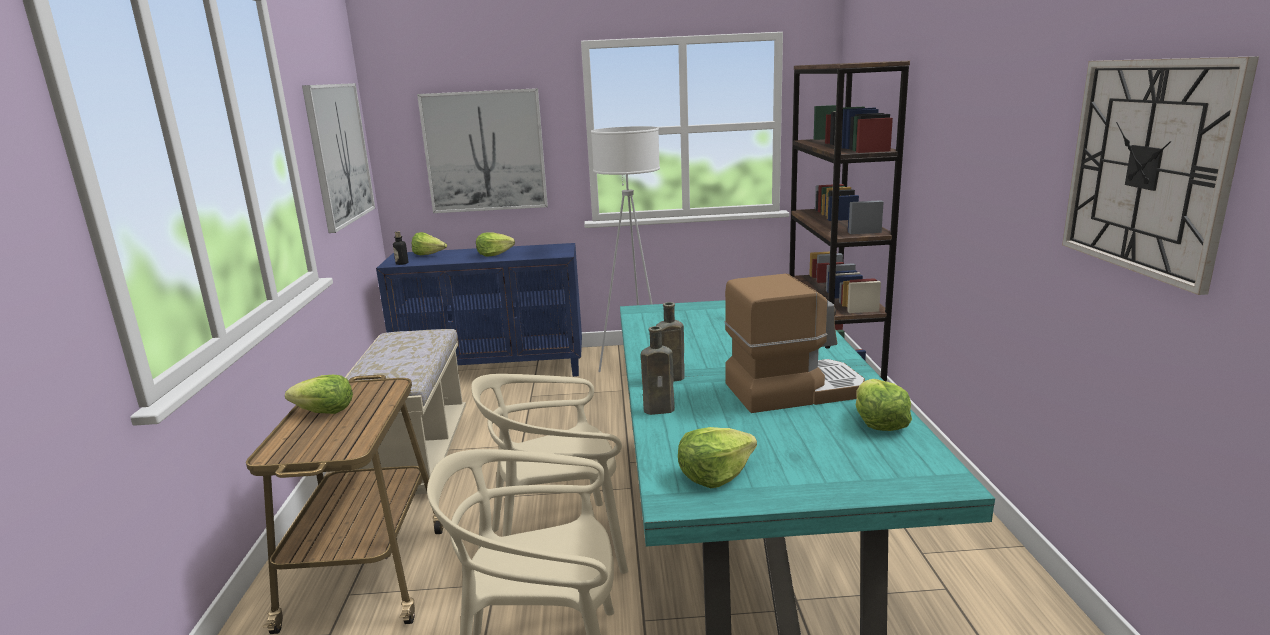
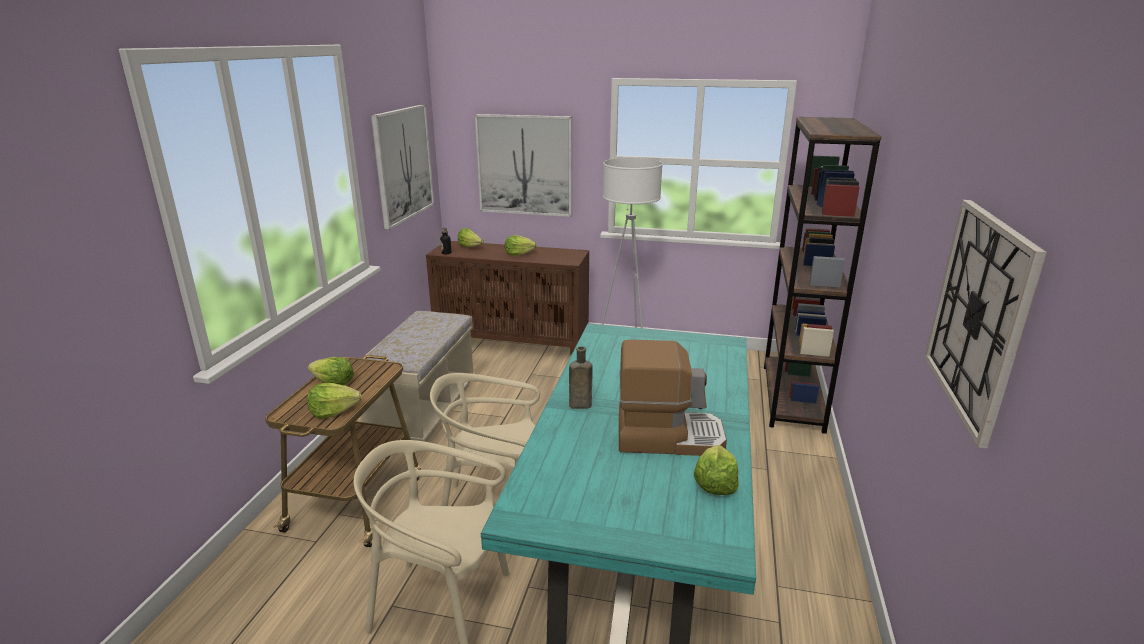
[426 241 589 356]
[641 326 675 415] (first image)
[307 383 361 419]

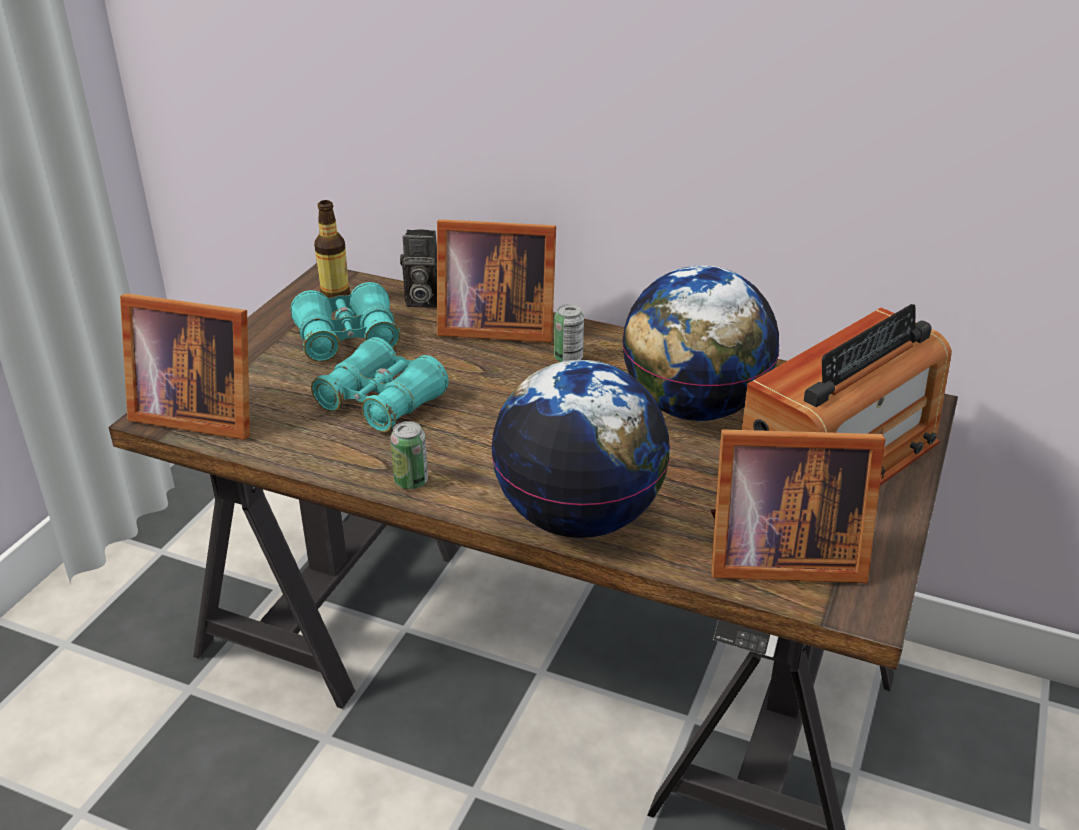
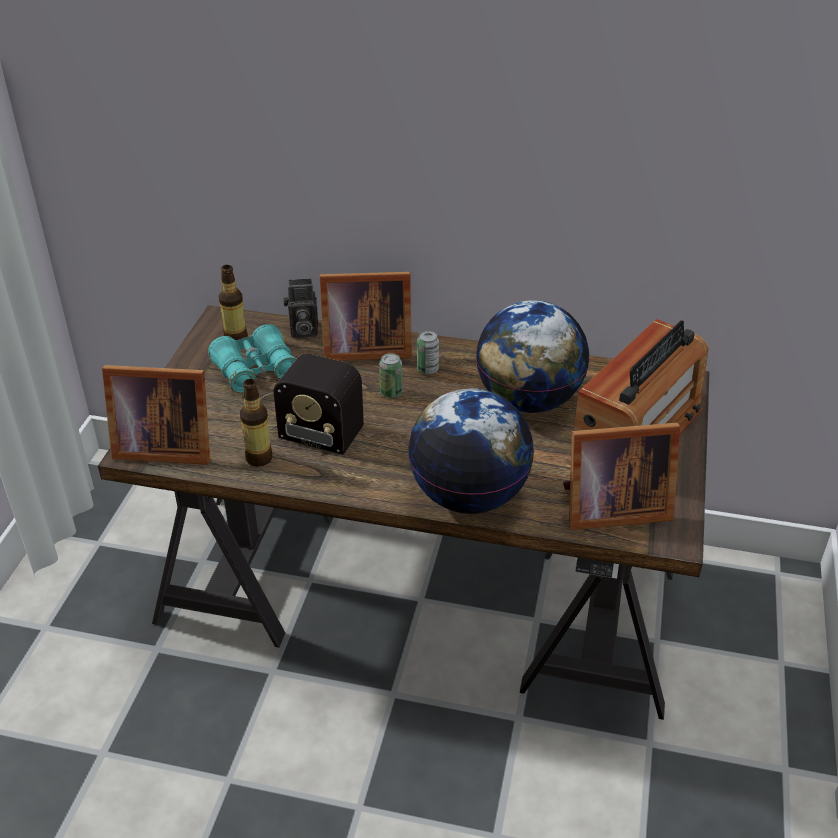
[260 354 364 455]
[379 353 402 398]
[240 379 273 467]

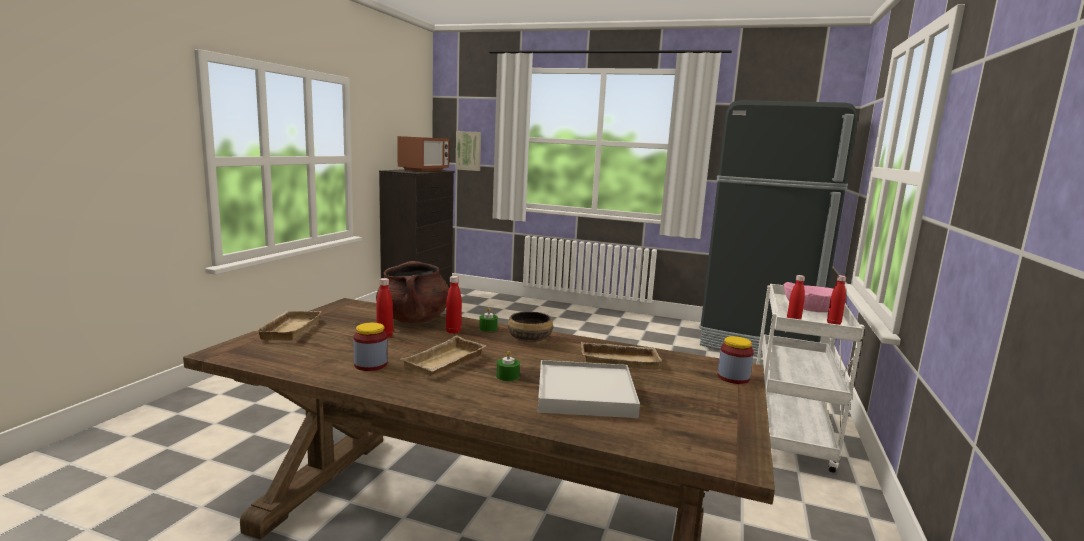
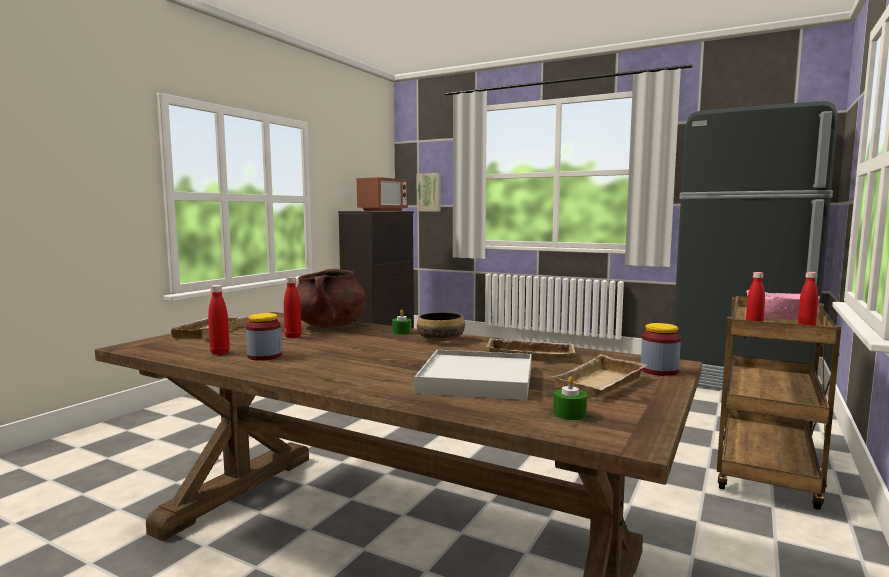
[208 285 230 355]
[717 296 841 510]
[552 354 648 397]
[553 376 587 420]

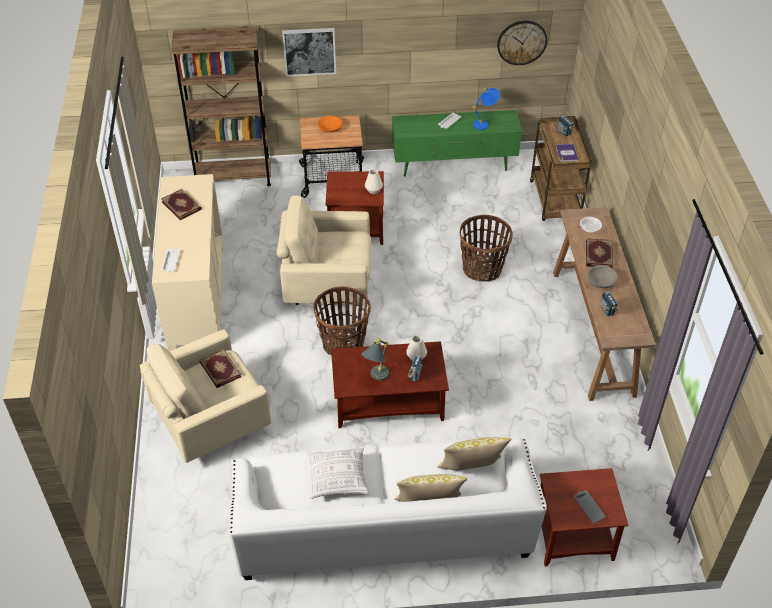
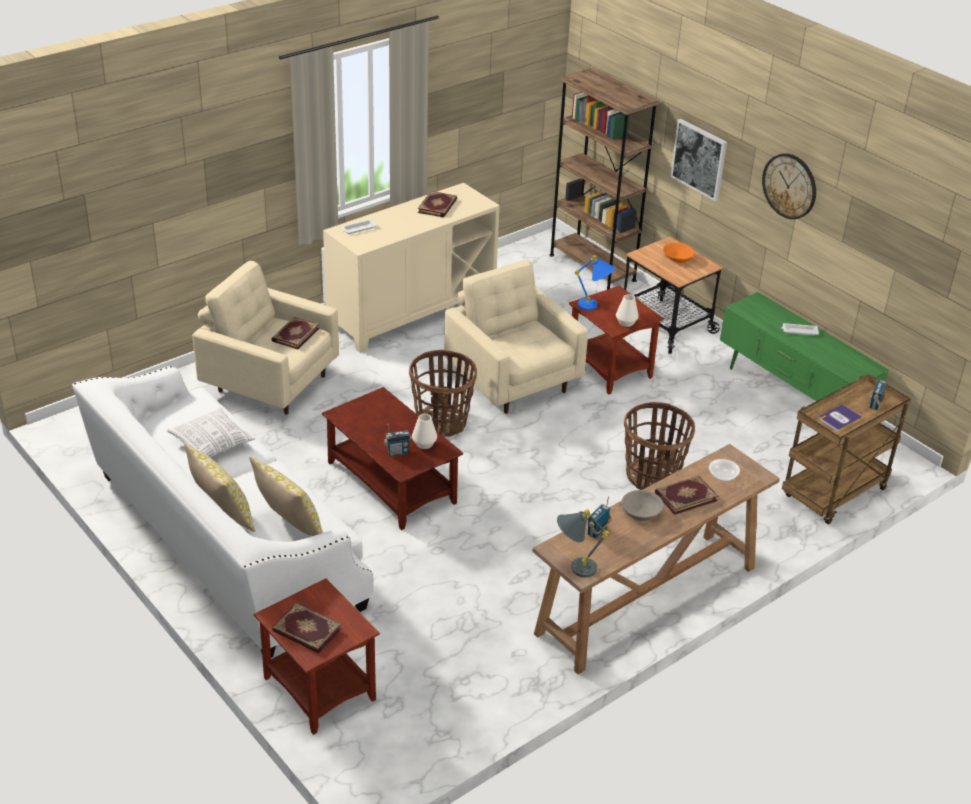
[762 153 816 219]
[575 255 615 310]
[557 509 609 577]
[272 603 342 653]

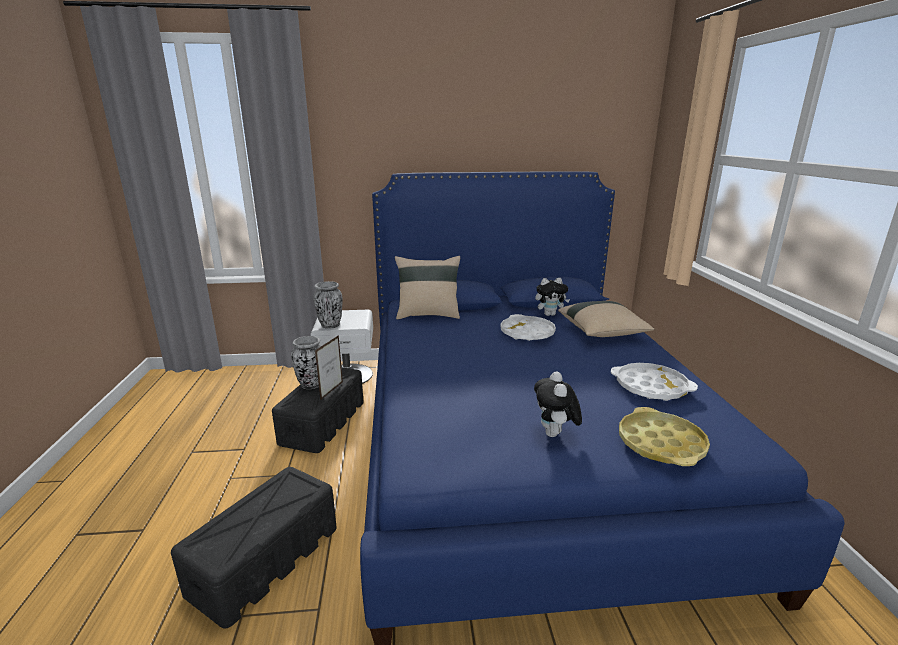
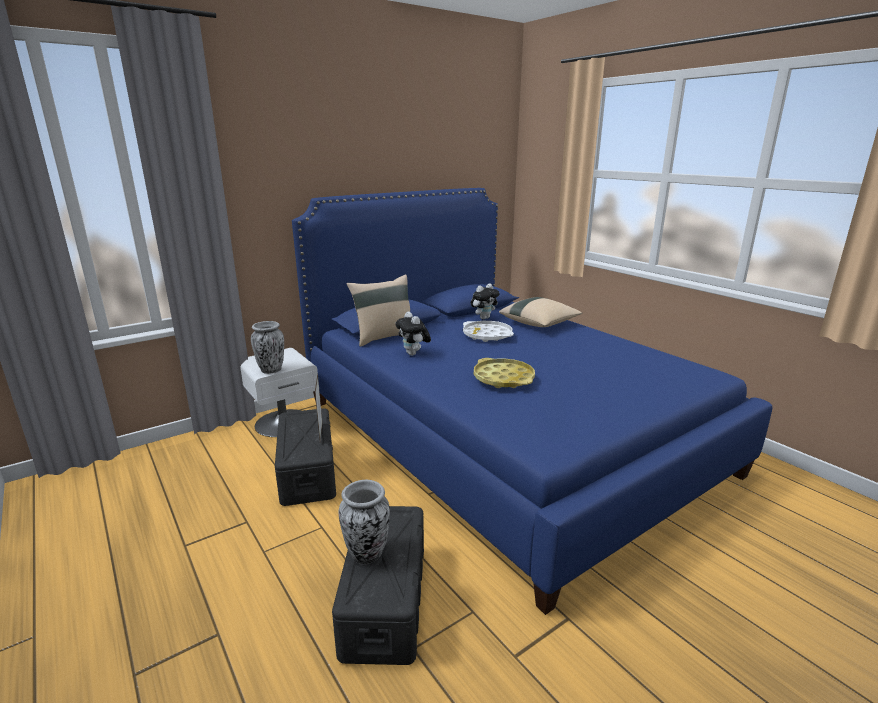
[339 480 390 564]
[611 363 698 401] (first image)
[396 311 431 356]
[474 358 535 388]

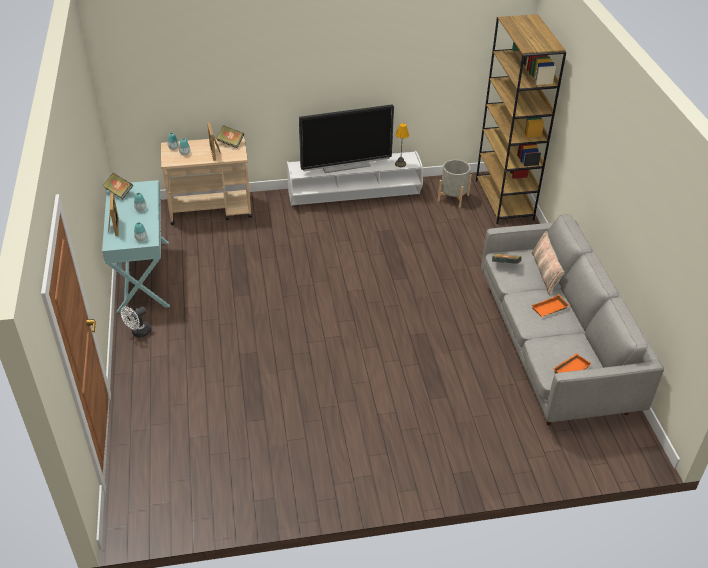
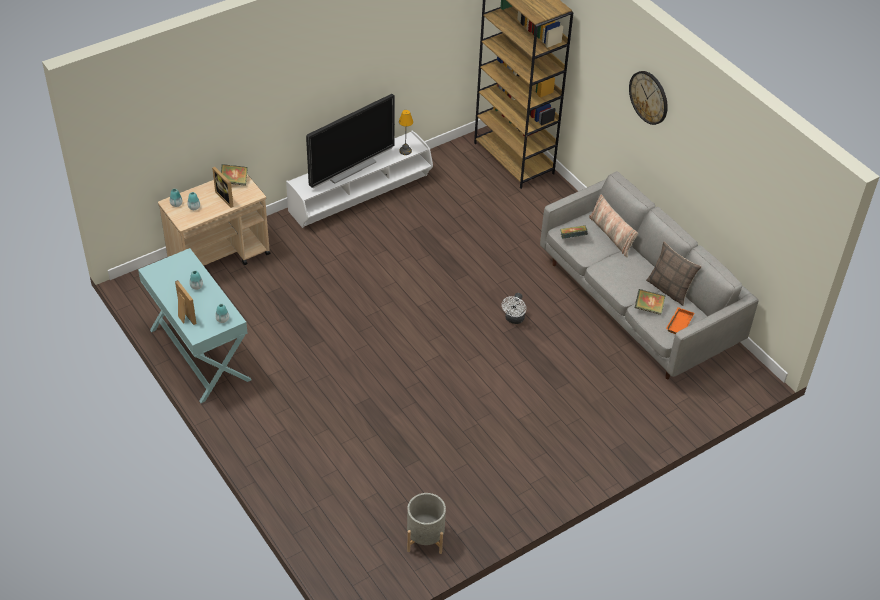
[407 493 446 554]
[635 289 665 315]
[532 295 570 317] (first image)
[502 293 526 324]
[629 71 668 125]
[646 241 701 306]

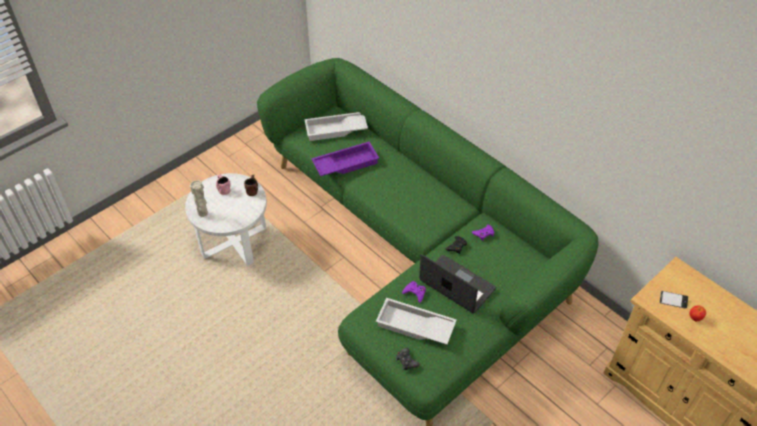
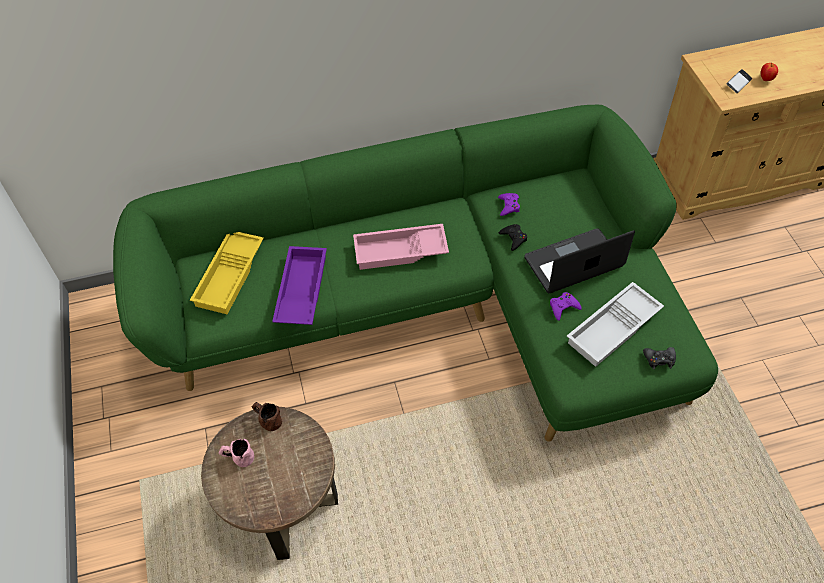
[190 232 264 314]
[201 407 338 560]
[190 180 208 217] (first image)
[353 224 449 270]

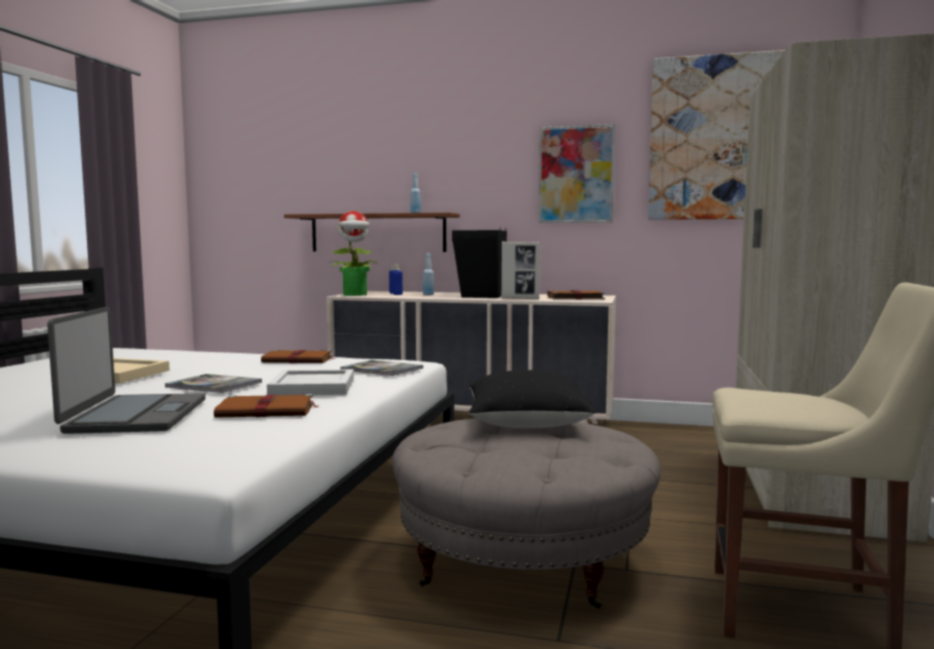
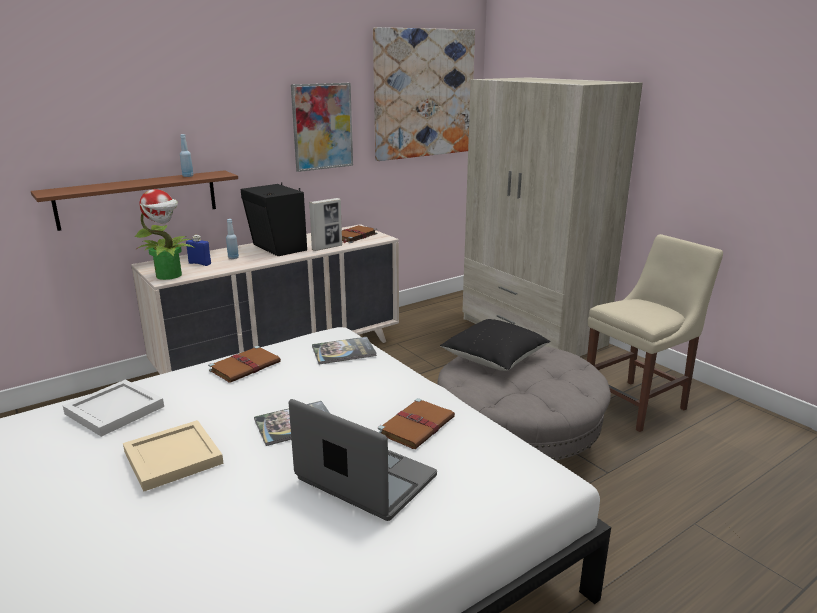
[63 380 164 437]

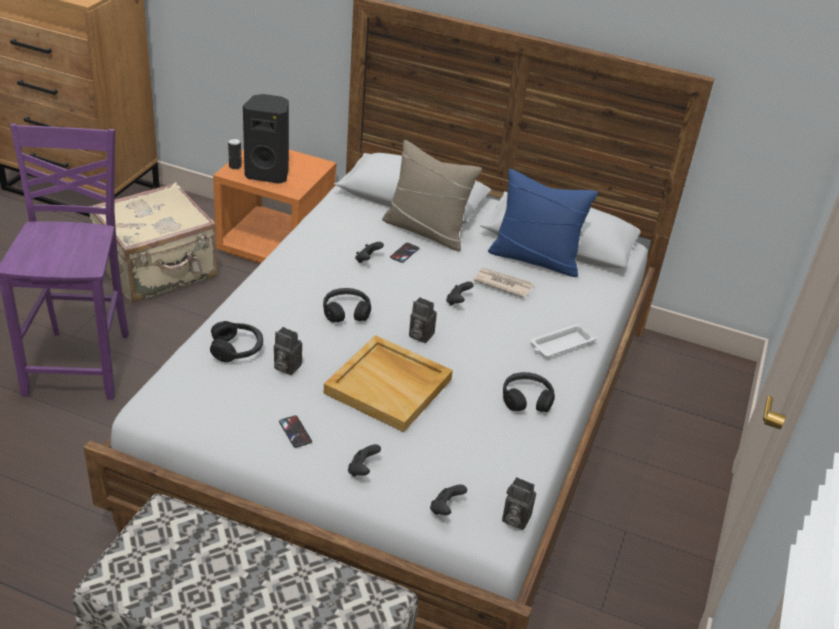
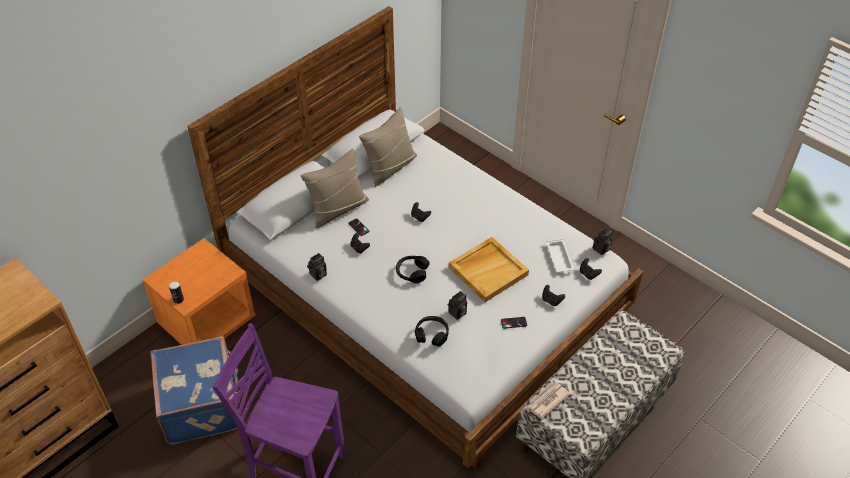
[243 94 289 184] (first image)
[359 107 417 187]
[151 336 239 445]
[526 382 571 419]
[307 253 327 281]
[546 239 574 274]
[503 372 555 412] (first image)

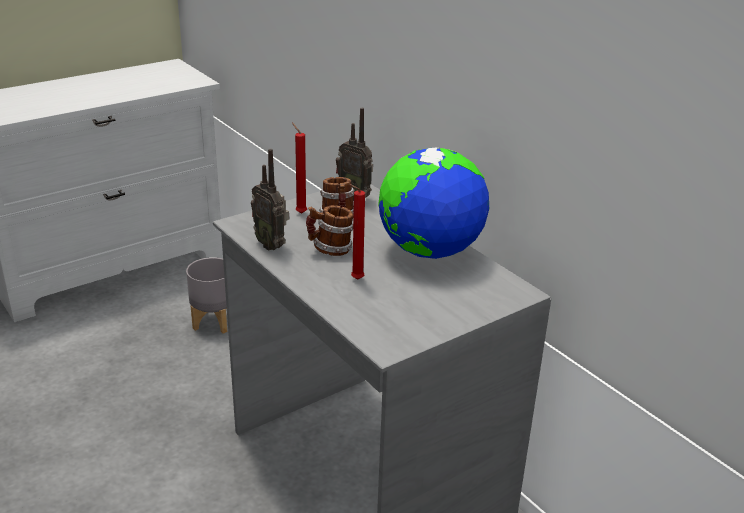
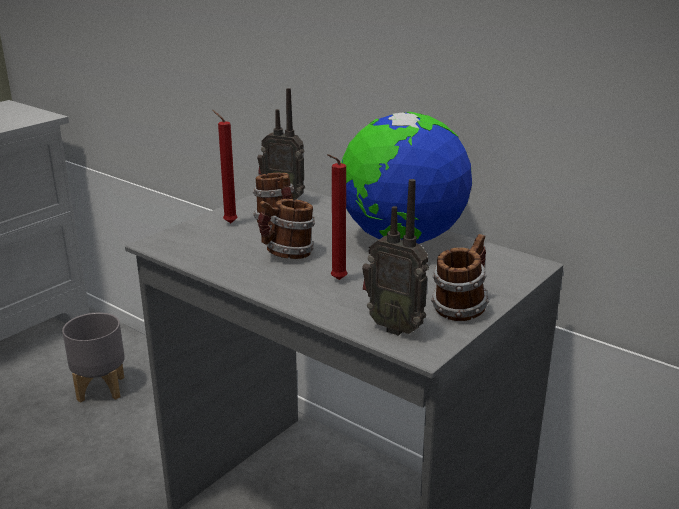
[362 179 429 336]
[431 234 489 321]

